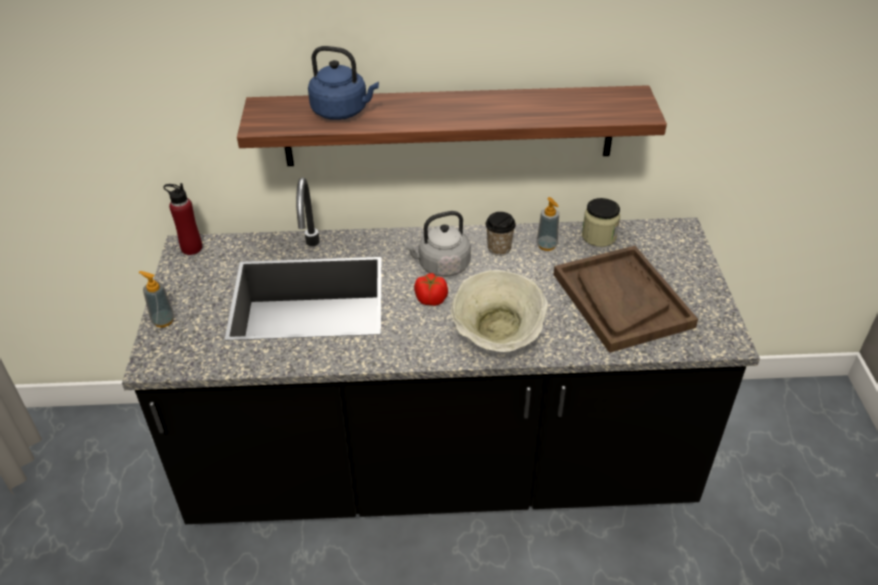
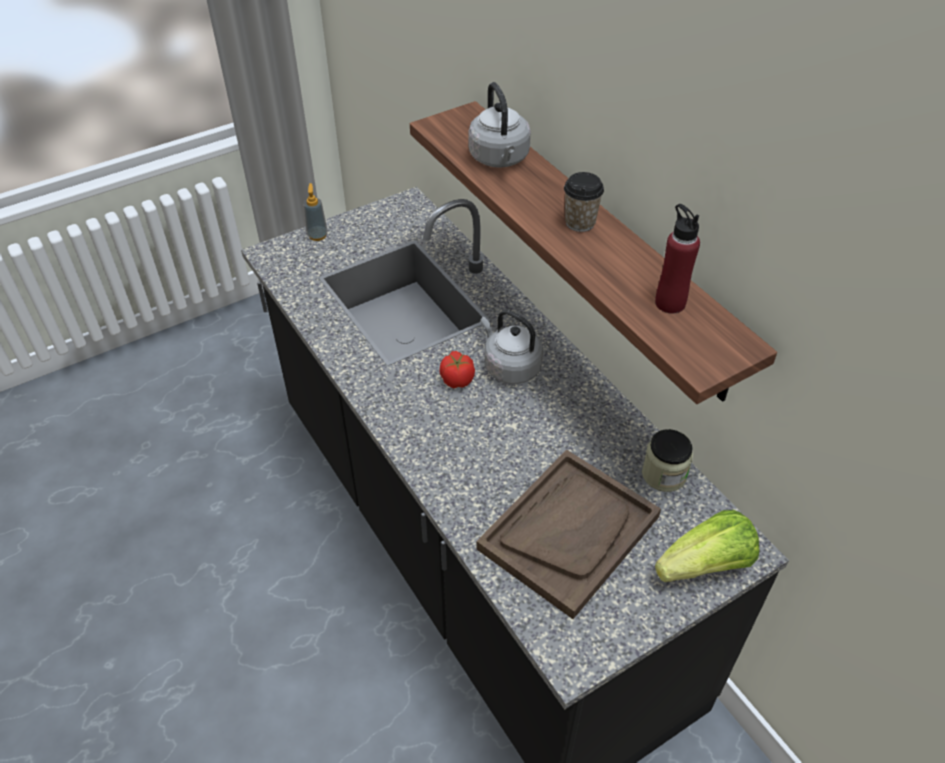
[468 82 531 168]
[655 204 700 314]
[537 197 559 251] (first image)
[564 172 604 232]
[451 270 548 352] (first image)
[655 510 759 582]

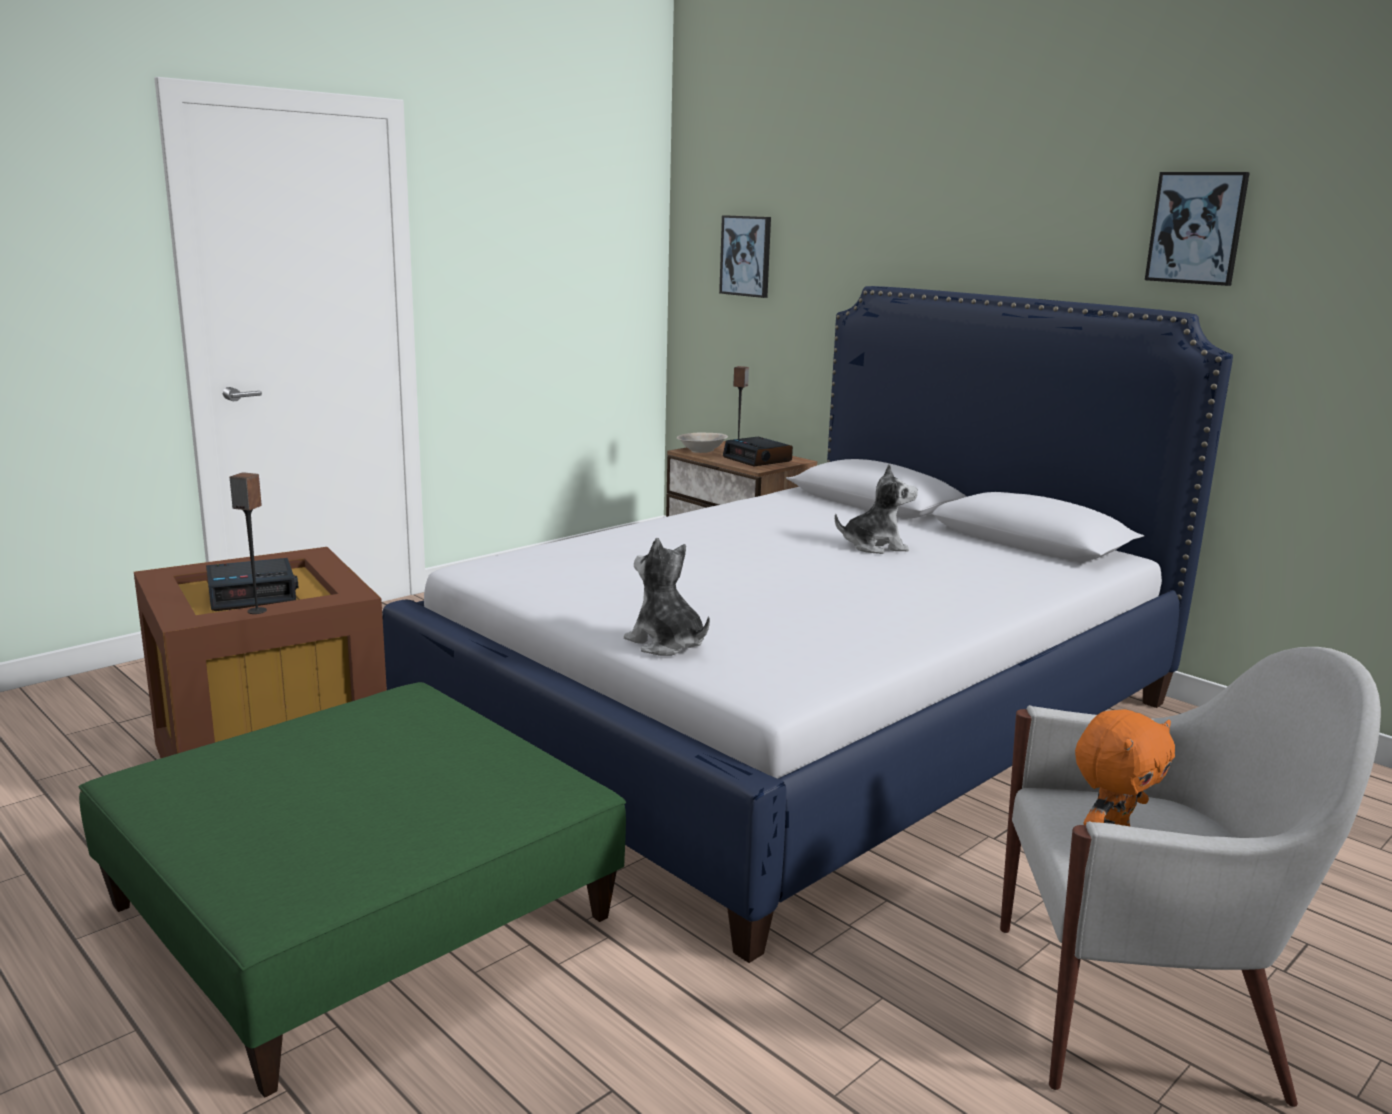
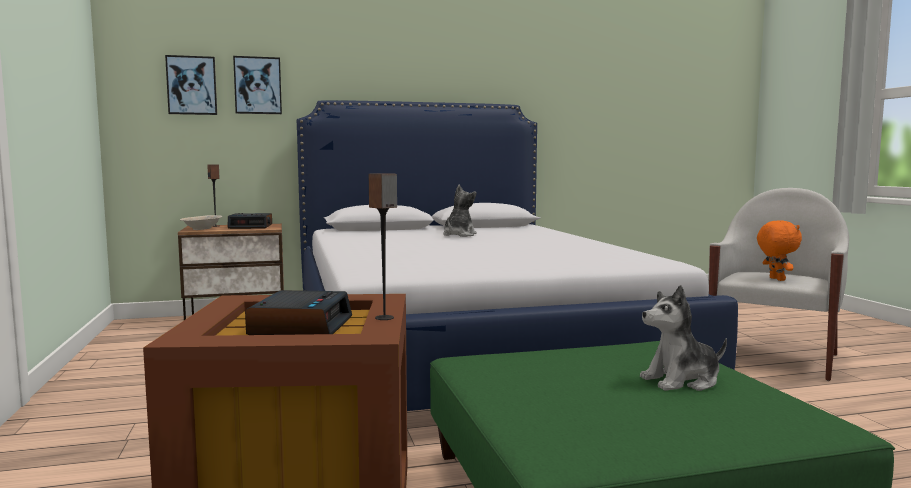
[233 56 282 114]
[640 285 727 391]

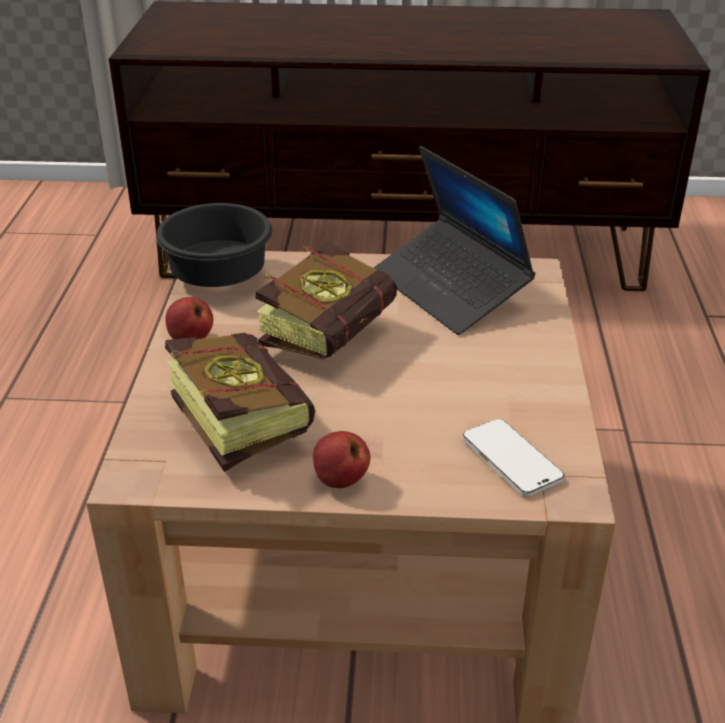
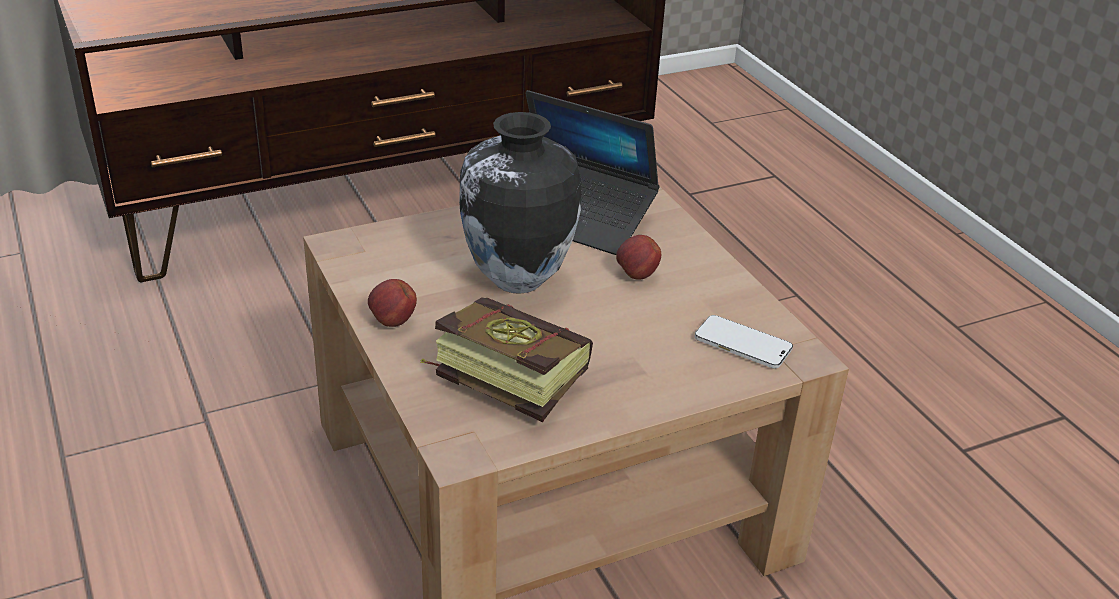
[156 203 272 287] (first image)
[459 112 582 294]
[616 235 661 280]

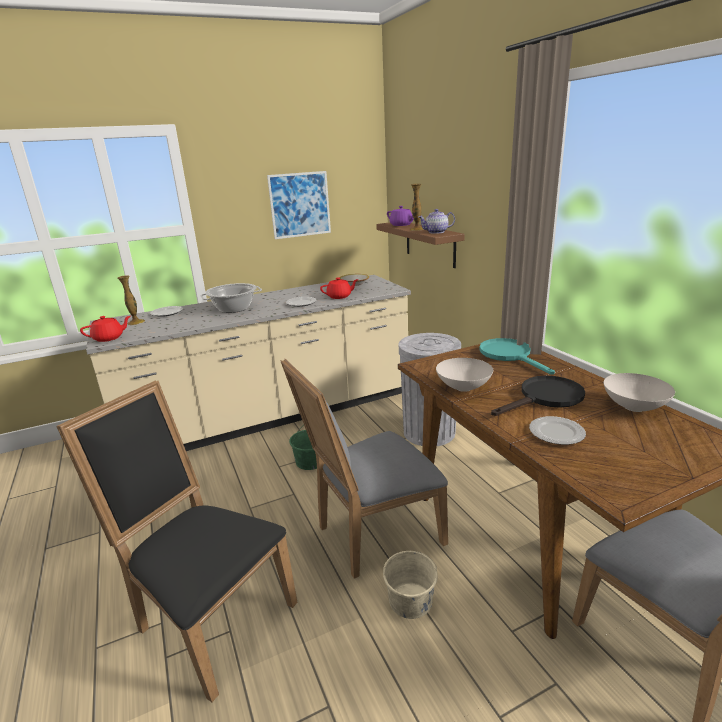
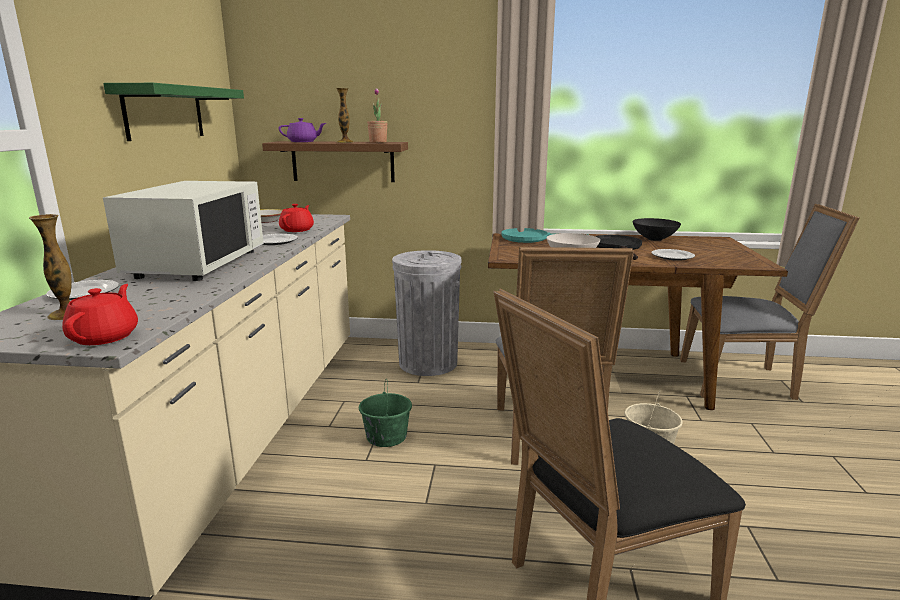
[103 83 244 141]
[367 88 388 143]
[103 181 264 281]
[633 218 681 241]

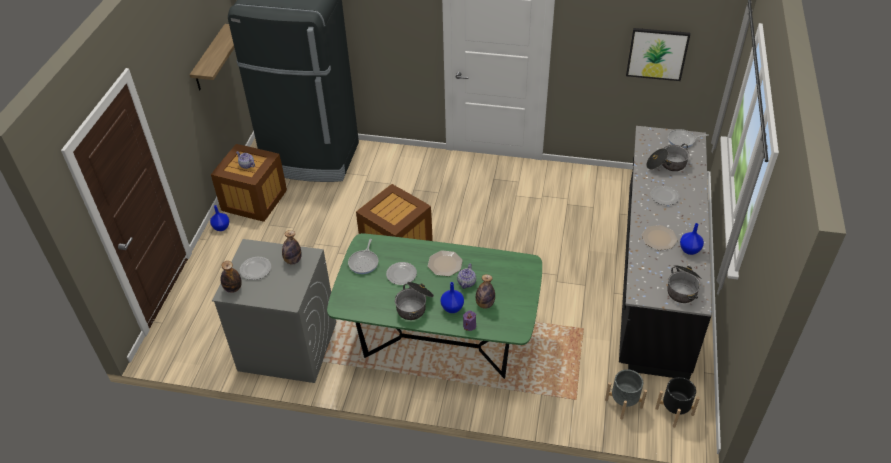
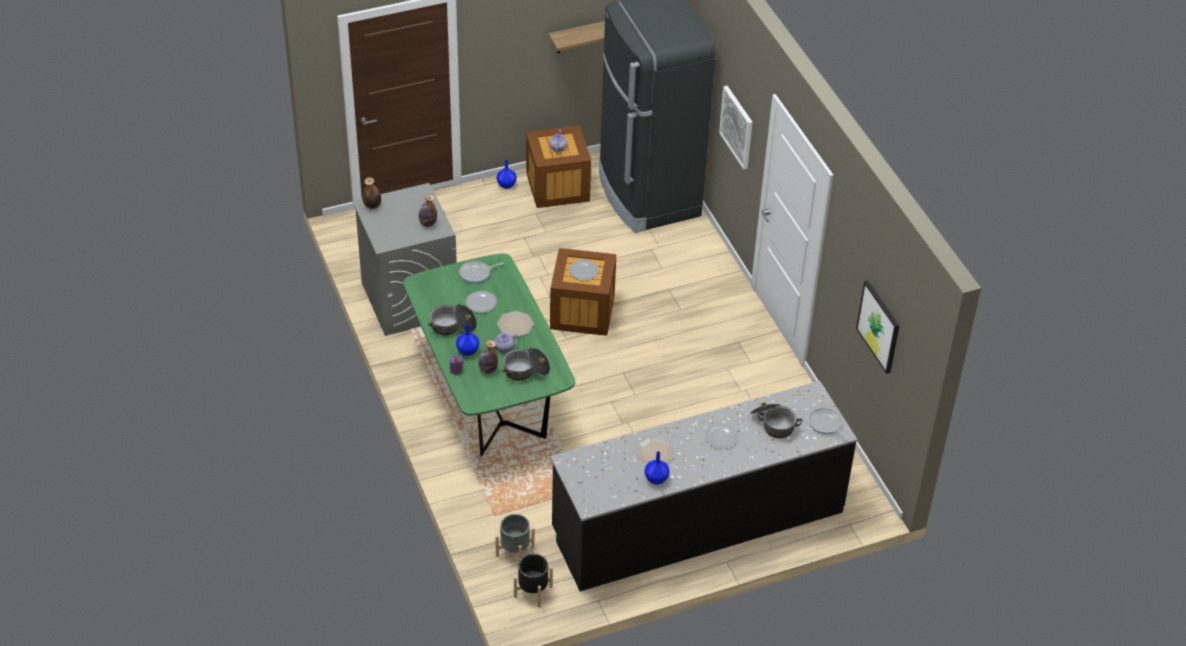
[569 260 599 280]
[502 348 550 381]
[719 86 753 169]

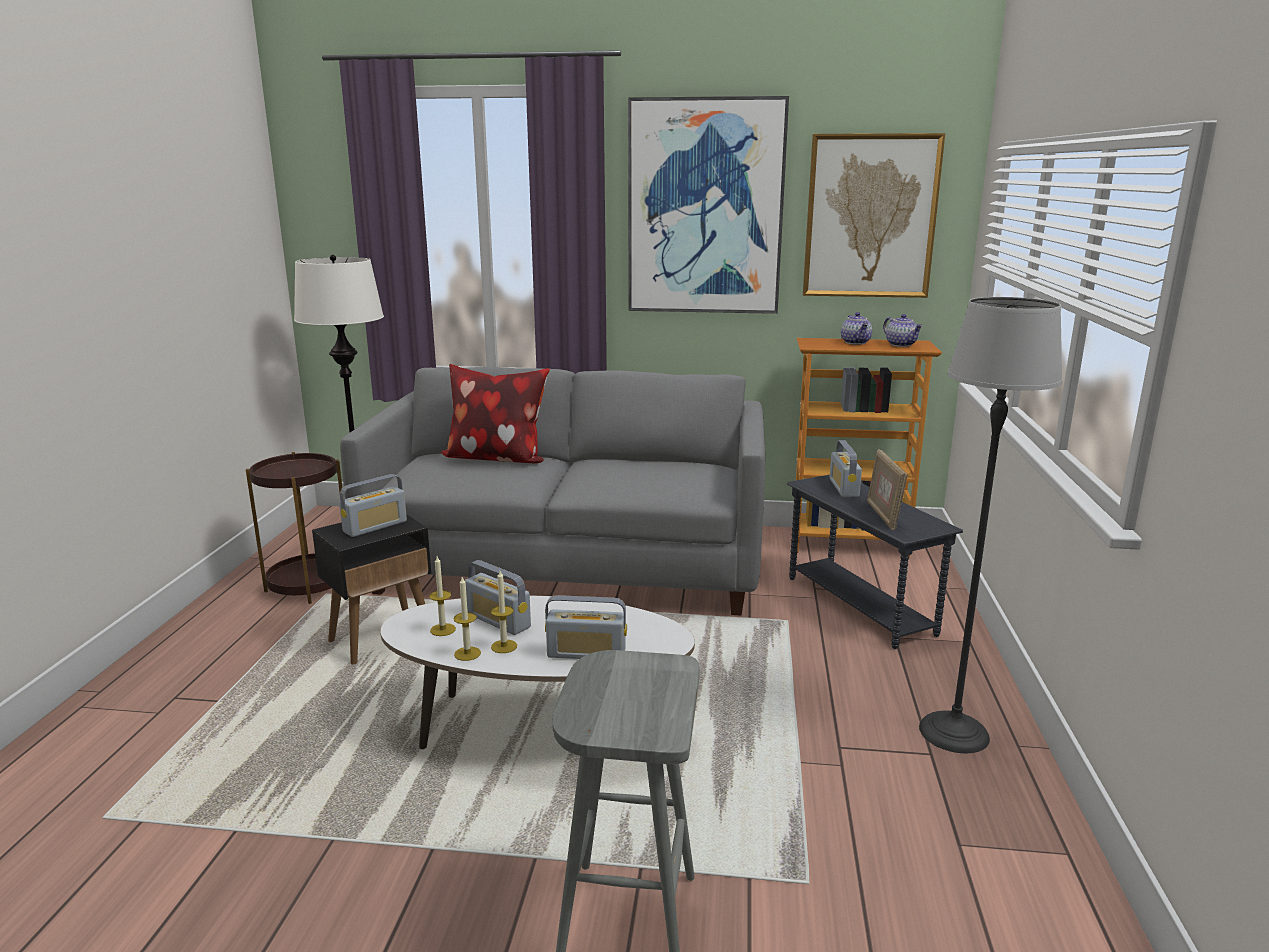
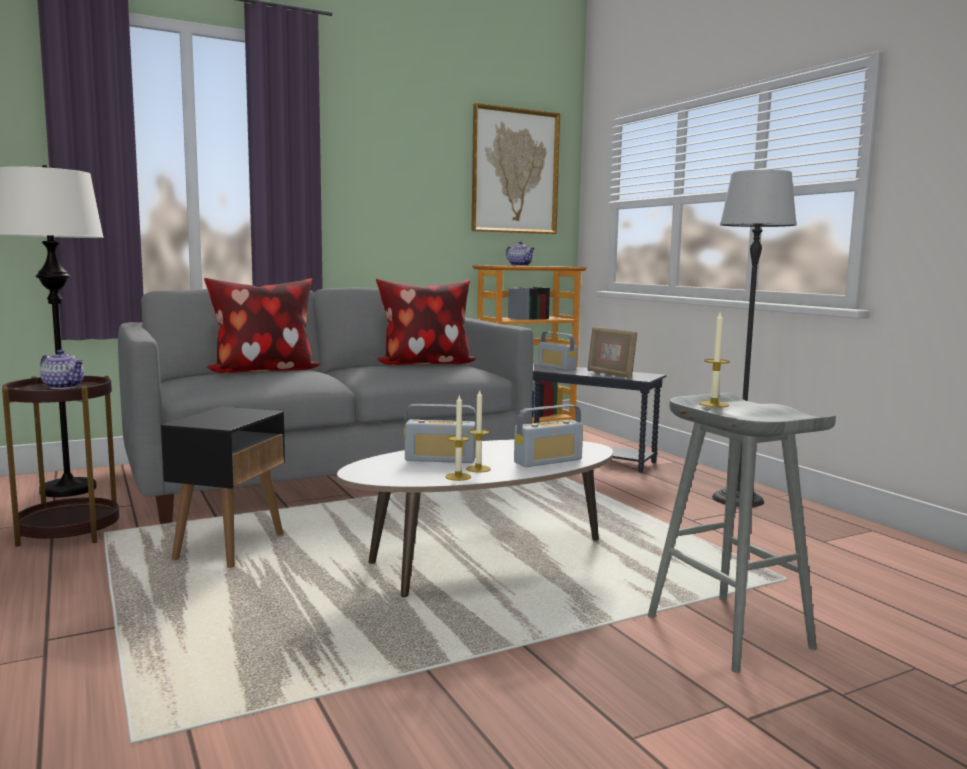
[628 96 789 314] (first image)
[40 350 84 389]
[339 474 407 537] (first image)
[699 312 730 407]
[376 279 476 365]

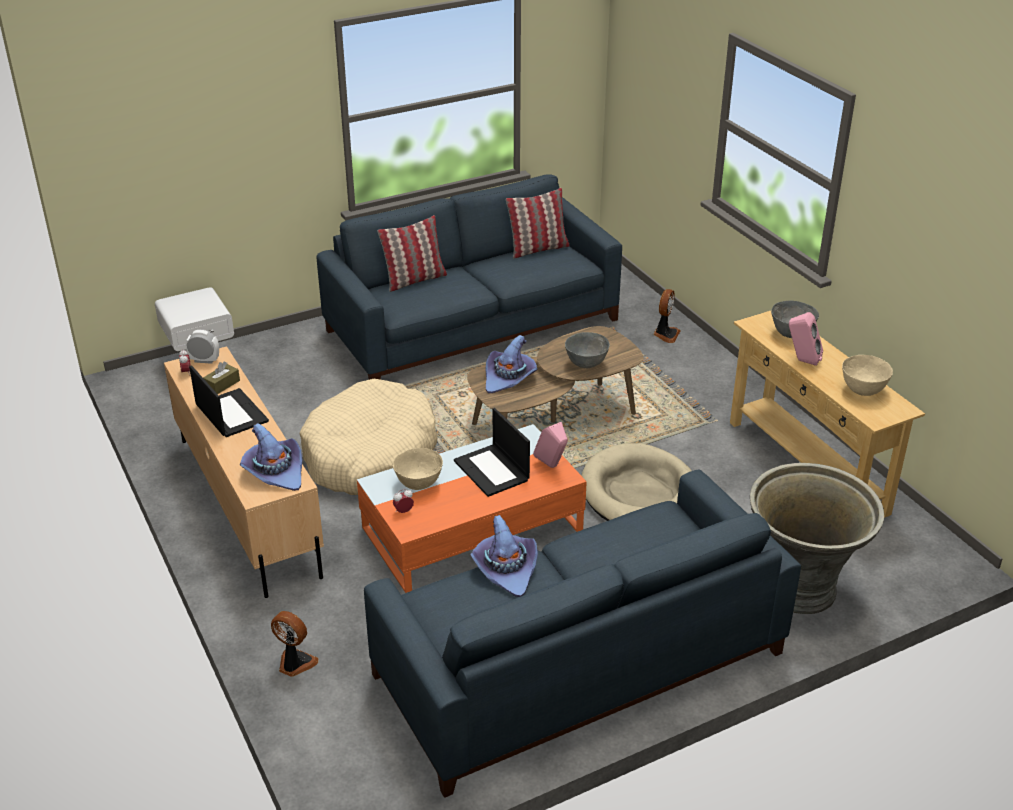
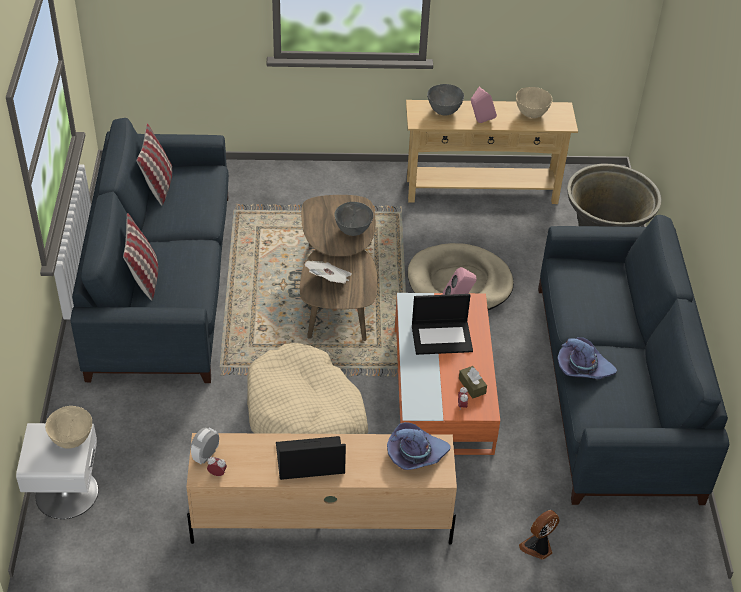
[653 289 681 343] (first image)
[305 261 352 284]
[459 366 487 399]
[45 406 92 449]

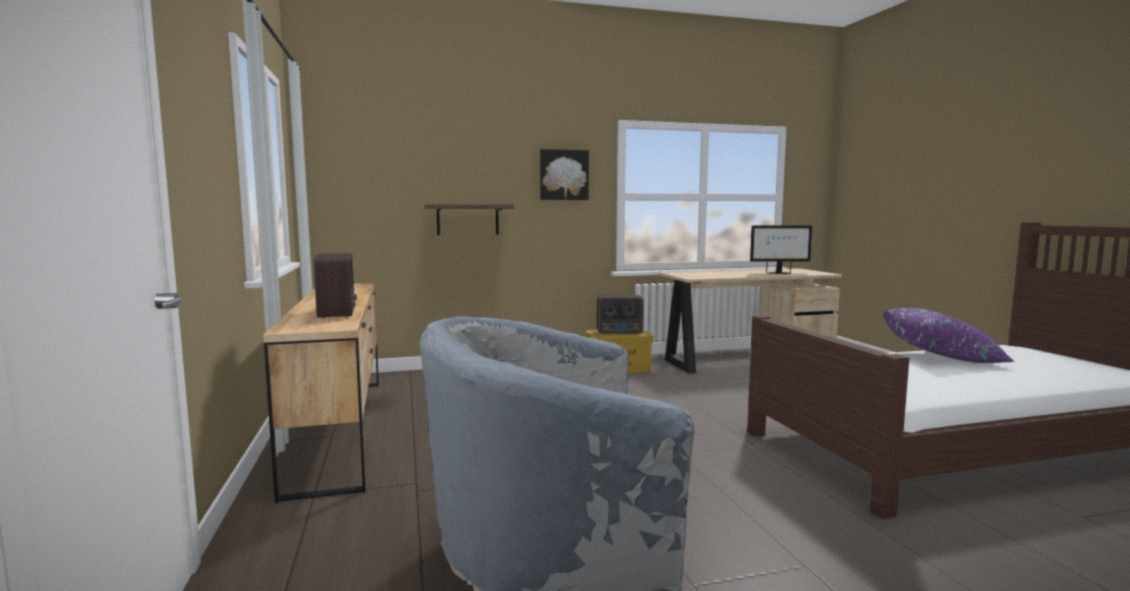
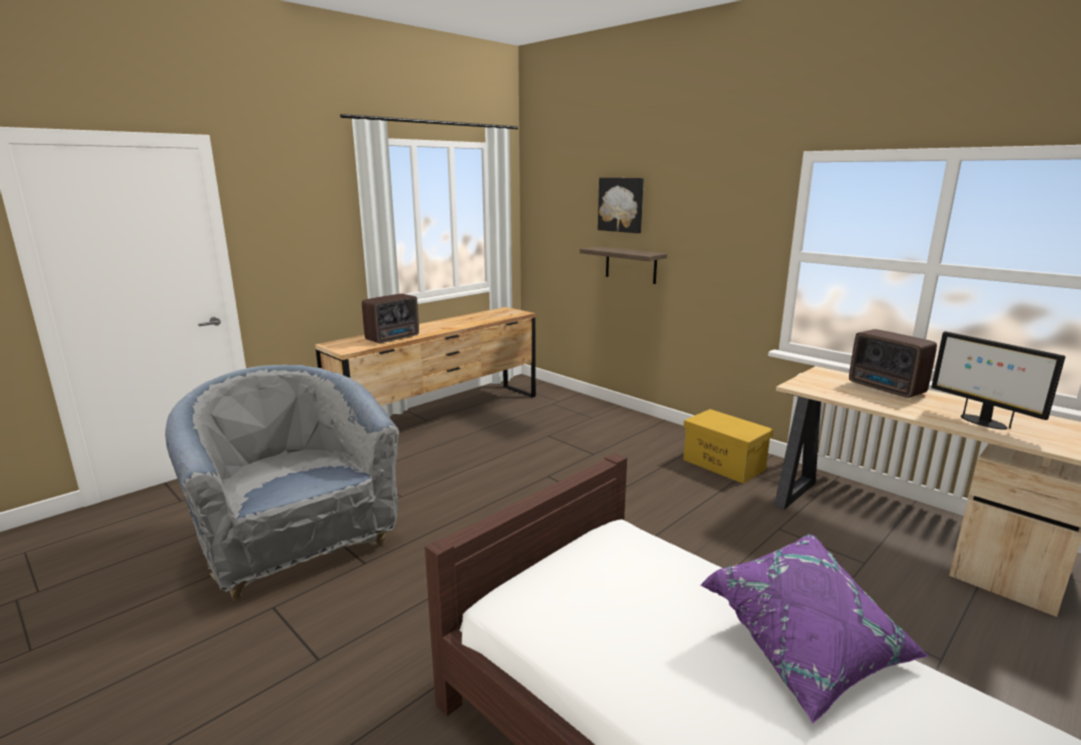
[598 178 644 233]
[849 329 937 398]

